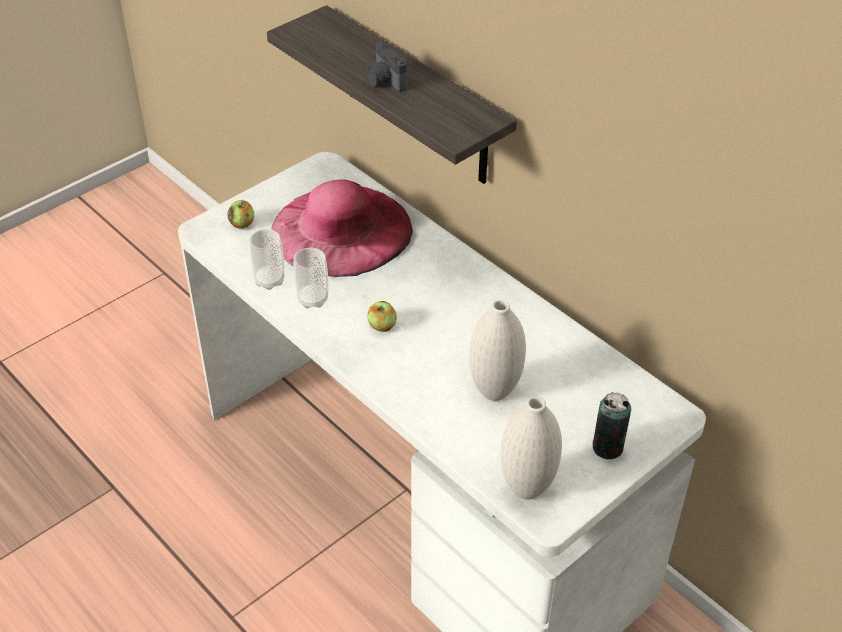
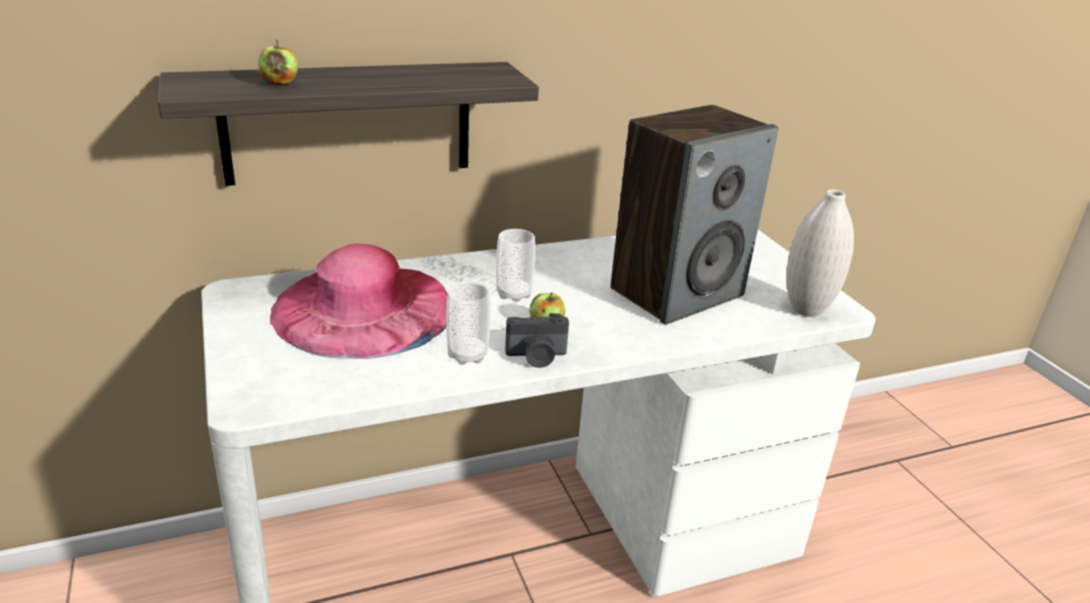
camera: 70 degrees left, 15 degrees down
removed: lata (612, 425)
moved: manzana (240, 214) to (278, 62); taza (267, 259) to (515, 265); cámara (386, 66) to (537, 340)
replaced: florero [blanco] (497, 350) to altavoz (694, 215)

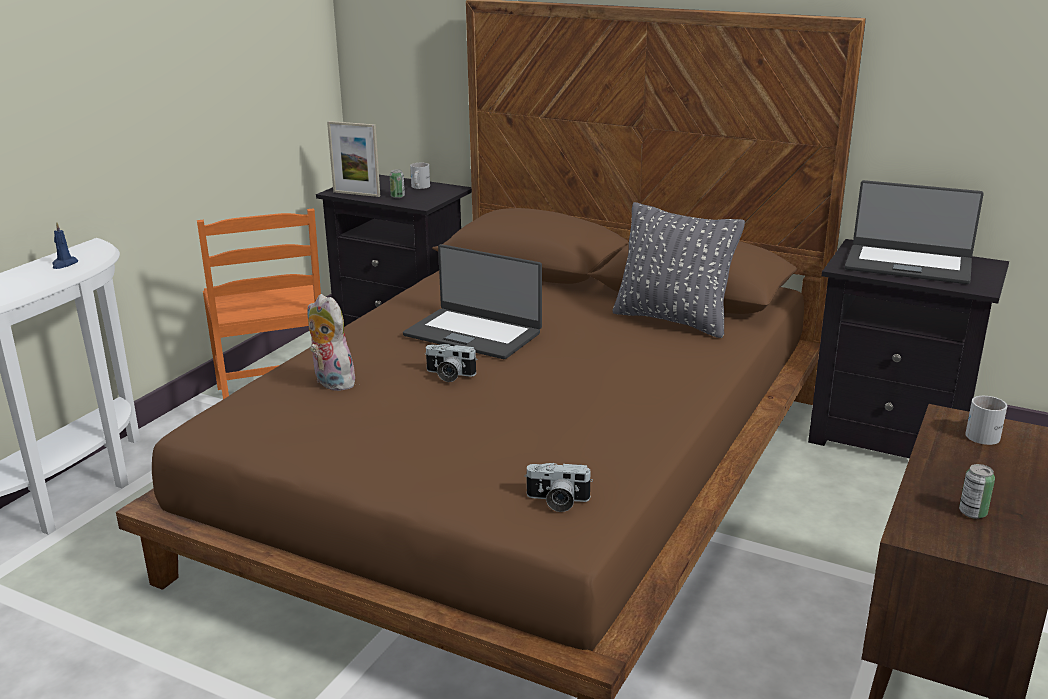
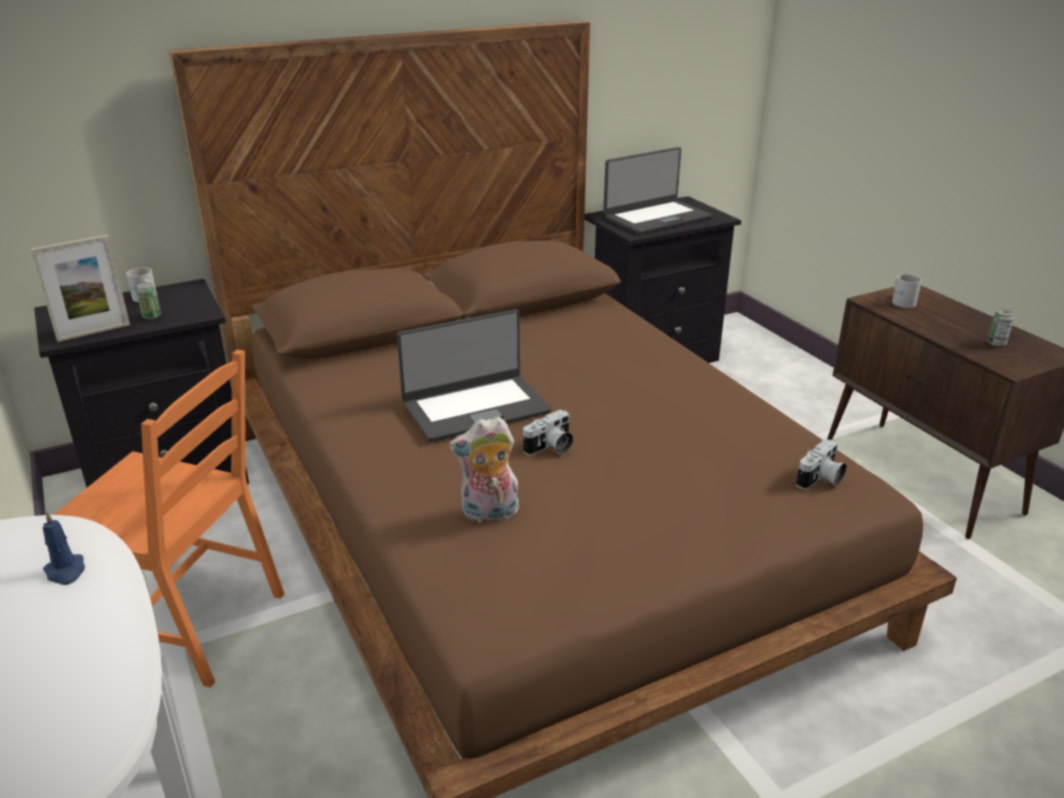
camera: 55 degrees left, 5 degrees up
removed: cojín [gris] (679, 270)

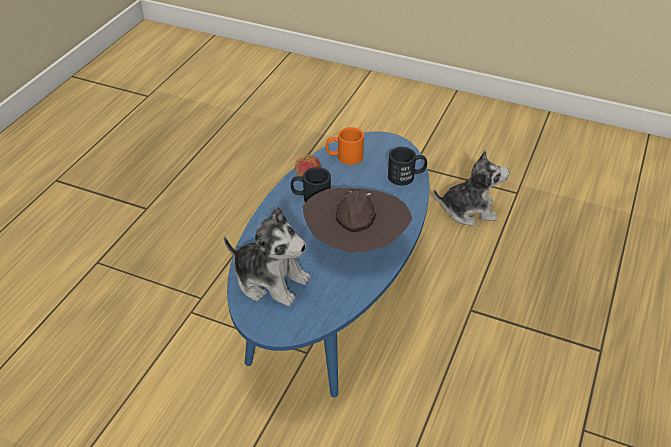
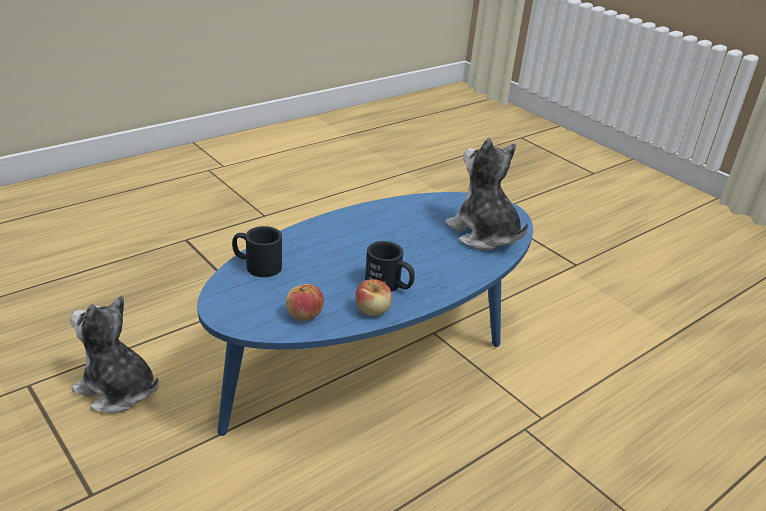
camera: 155 degrees left, 10 degrees down
removed: sombrero [marrón] (357, 220)
replaced: taza grande [naranja] (345, 146) to manzana (305, 302)

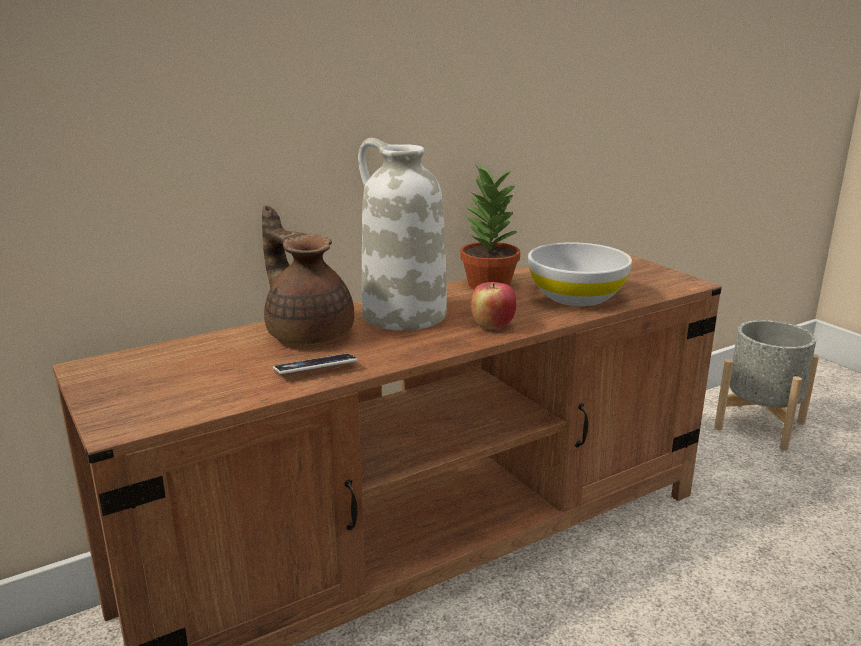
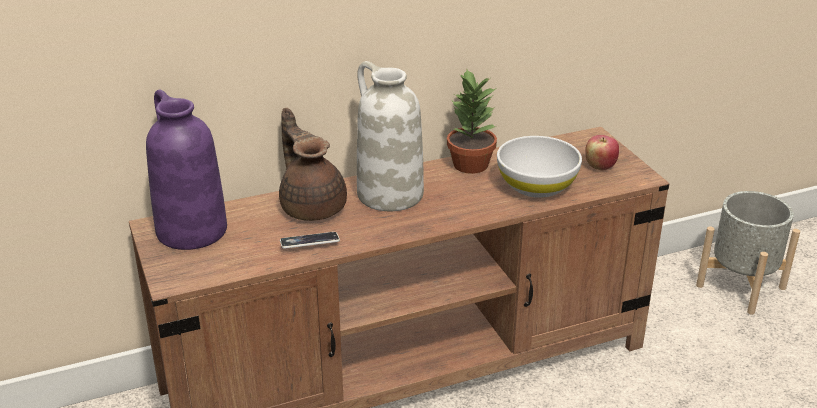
camera: 10 degrees right, 10 degrees up
added: florero [morado] (186, 170)
moved: manzana (493, 306) to (602, 152)

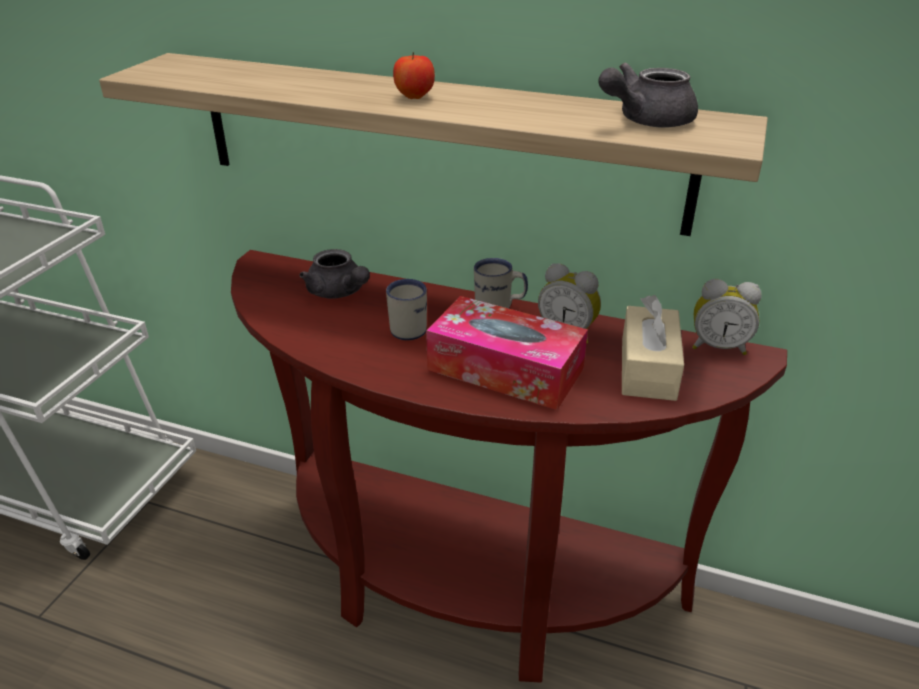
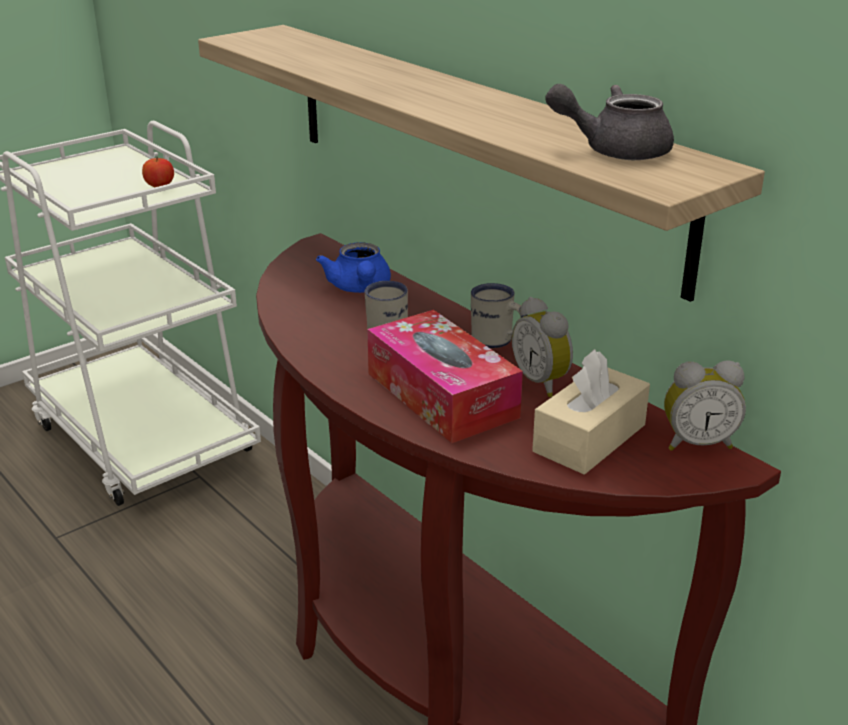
camera: 30 degrees right, 5 degrees down
moved: manzana (414, 75) to (158, 172)
recoloured: tetera [gris] (334, 274) to tetera [azul] (353, 267)
turned: despertador (727, 317) = (705, 406) 45 degrees counterclockwise

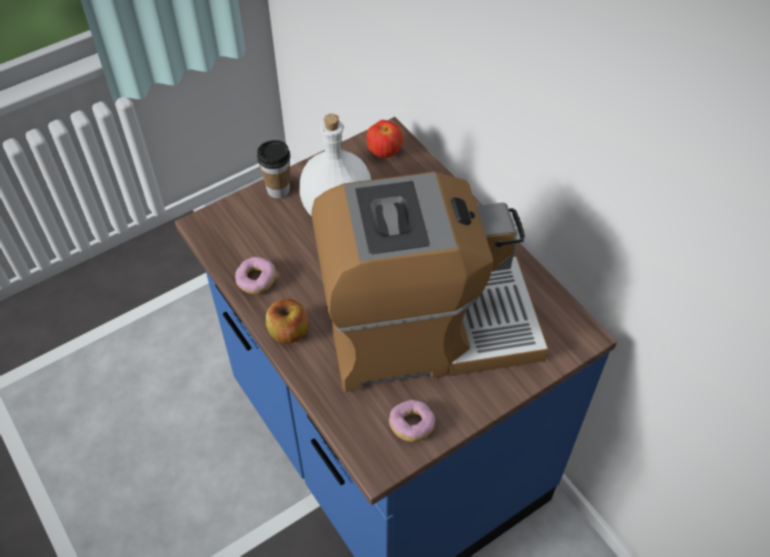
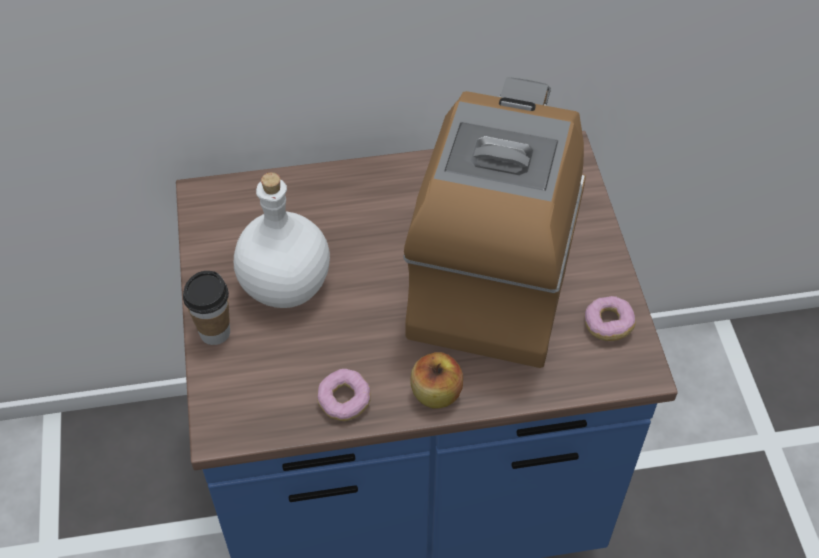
camera: 65 degrees left, 0 degrees up
removed: manzana (385, 139)

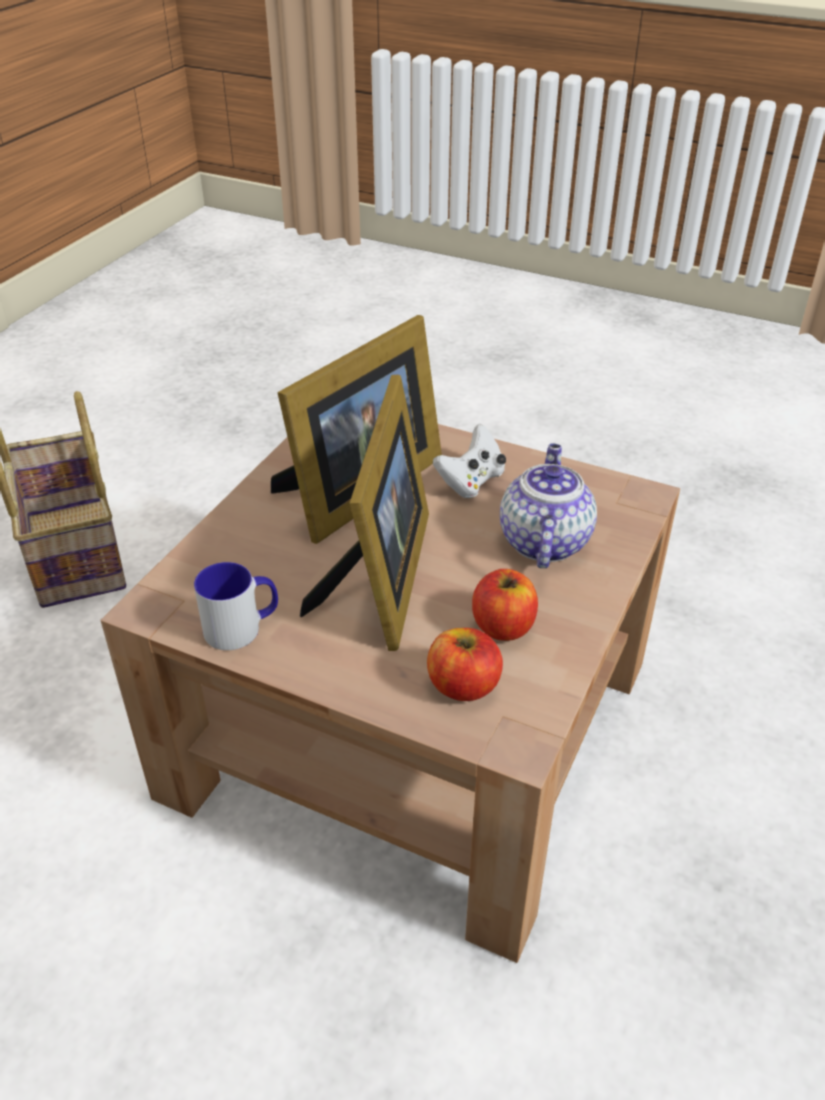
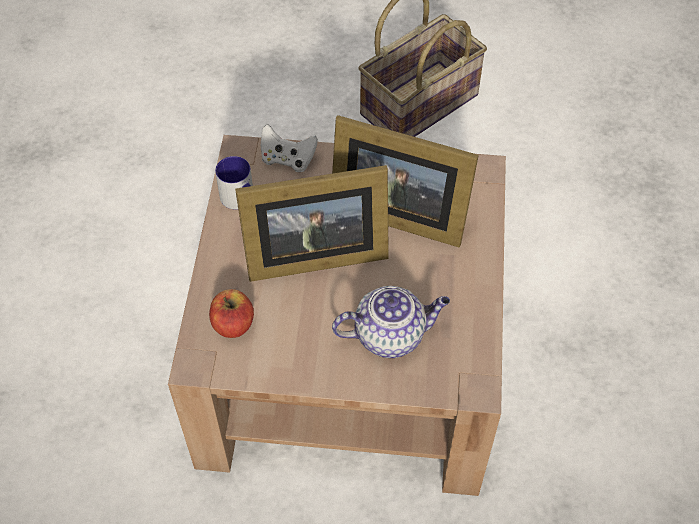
camera: 70 degrees right, 15 degrees up
removed: manzana (505, 605)
moved: mando de consola [blanco] (469, 461) to (289, 148)

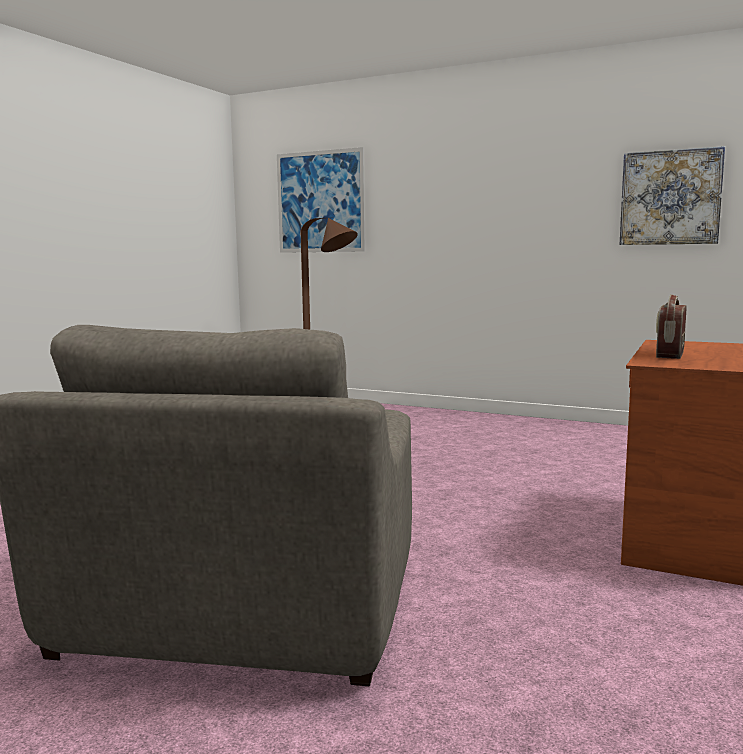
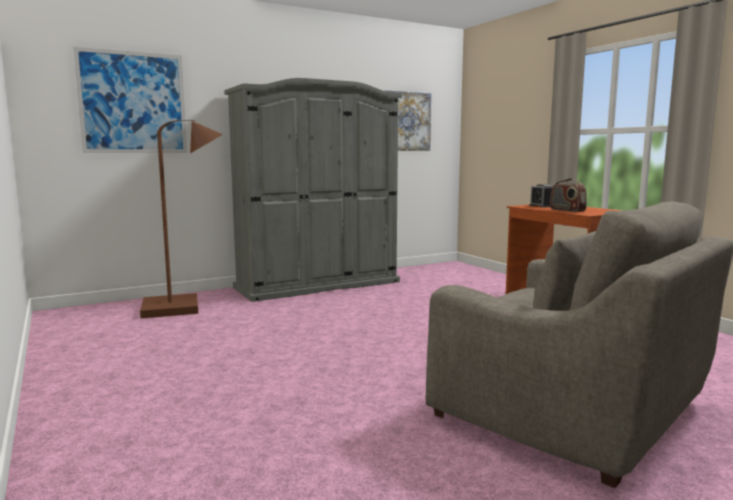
camera: 55 degrees left, 0 degrees up
added: armario ropero [gris] (313, 190); despertador (541, 195)

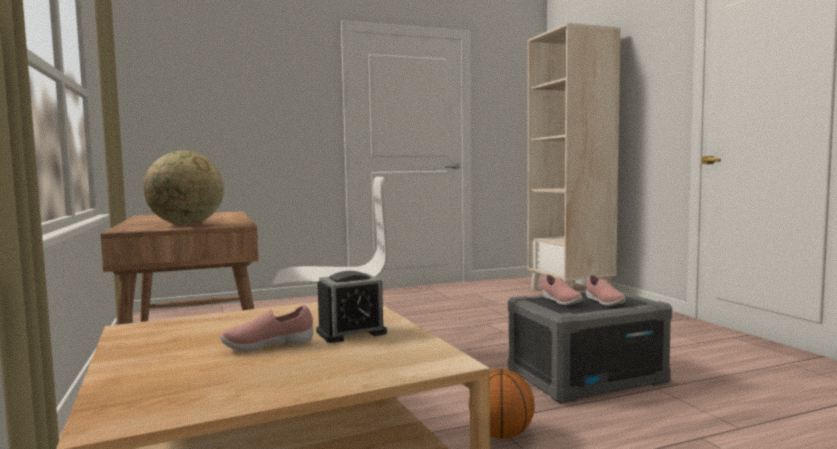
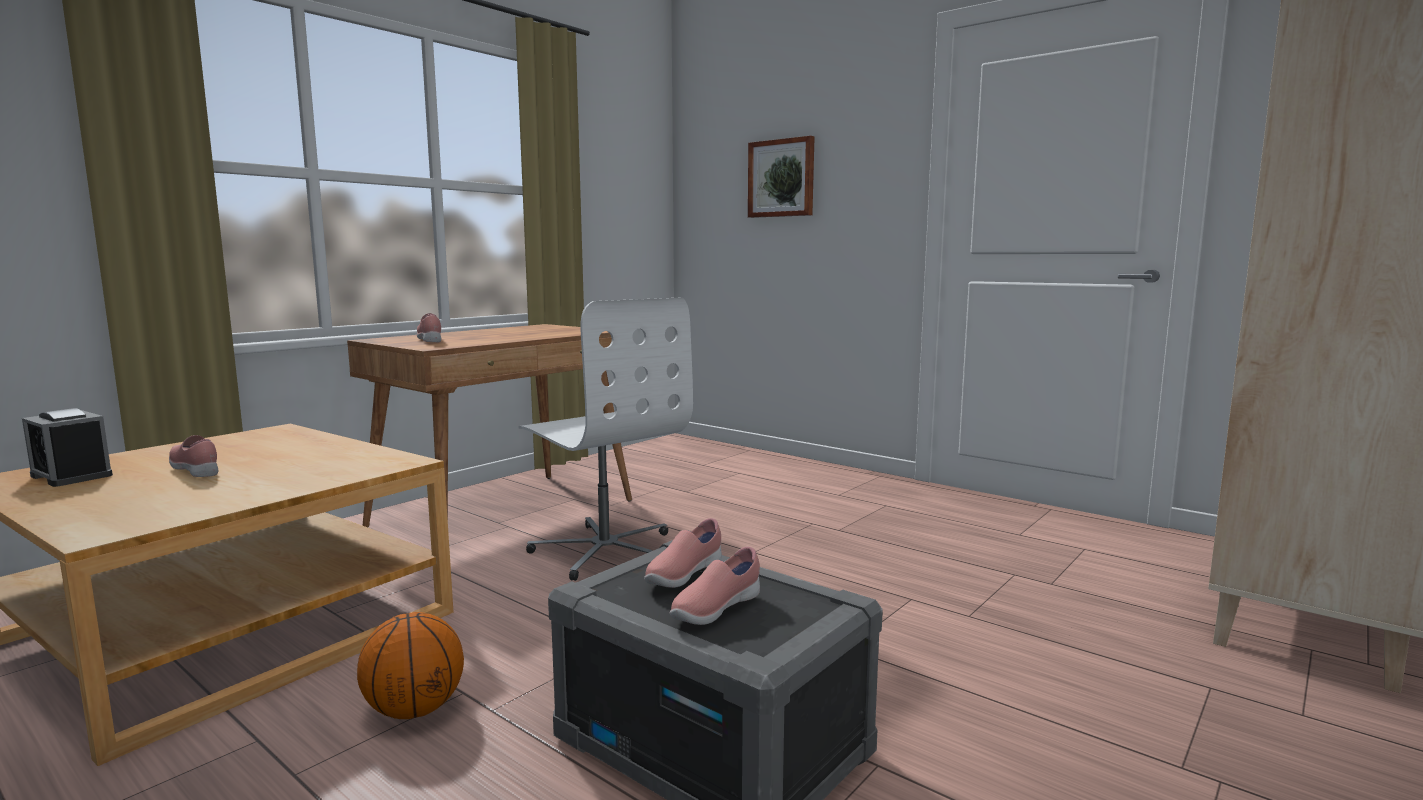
camera: 60 degrees right, 5 degrees up
added: cuadro (781, 177)
moved: despertador (351, 307) to (67, 447)
replaced: globo terráqueo (183, 188) to zapato [rosa] (429, 328)

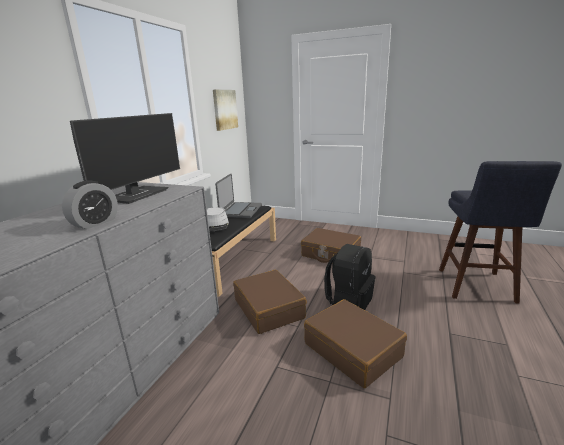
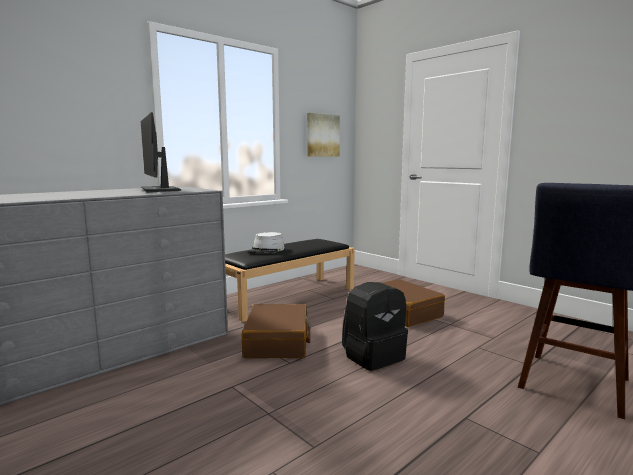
camera: 25 degrees right, 10 degrees down
removed: despertador (90, 204); portátil (238, 196); maleta [marrón] (355, 343)
turned: monitor (125, 158) = (161, 152) 105 degrees clockwise

